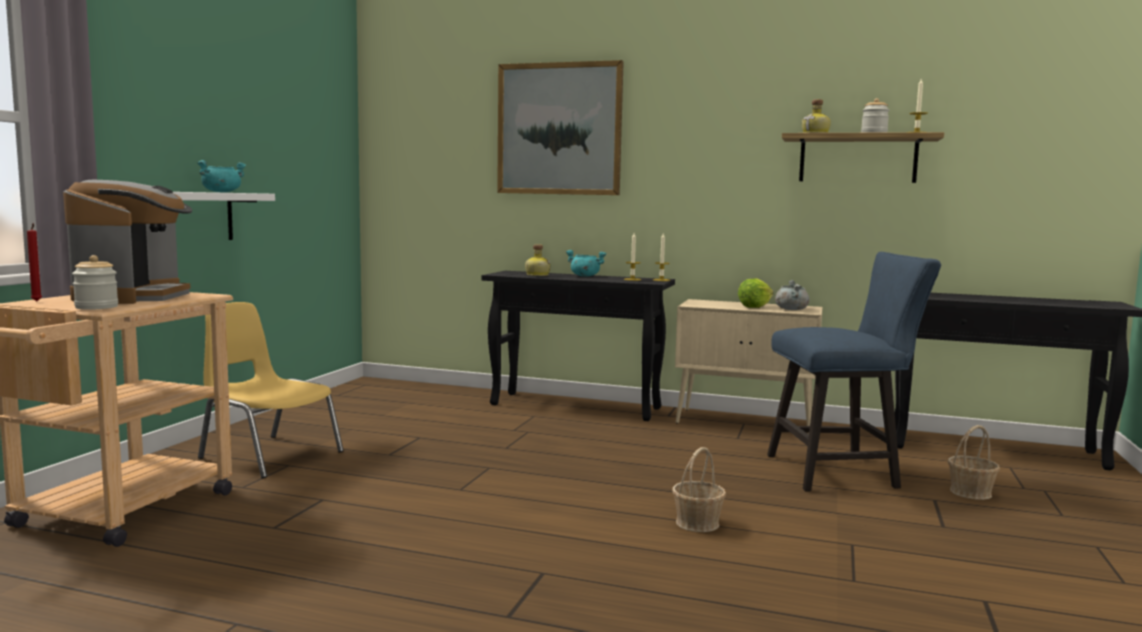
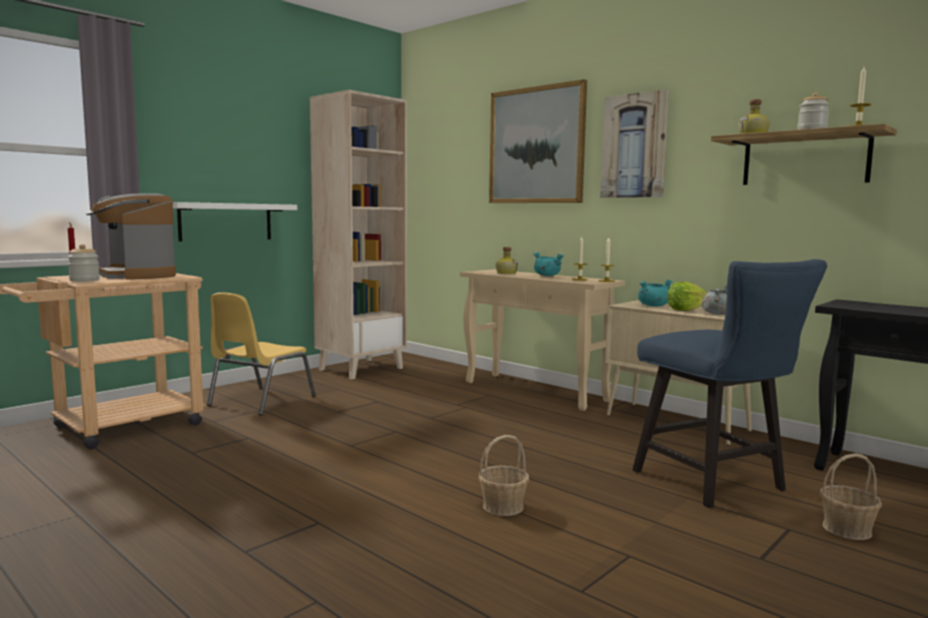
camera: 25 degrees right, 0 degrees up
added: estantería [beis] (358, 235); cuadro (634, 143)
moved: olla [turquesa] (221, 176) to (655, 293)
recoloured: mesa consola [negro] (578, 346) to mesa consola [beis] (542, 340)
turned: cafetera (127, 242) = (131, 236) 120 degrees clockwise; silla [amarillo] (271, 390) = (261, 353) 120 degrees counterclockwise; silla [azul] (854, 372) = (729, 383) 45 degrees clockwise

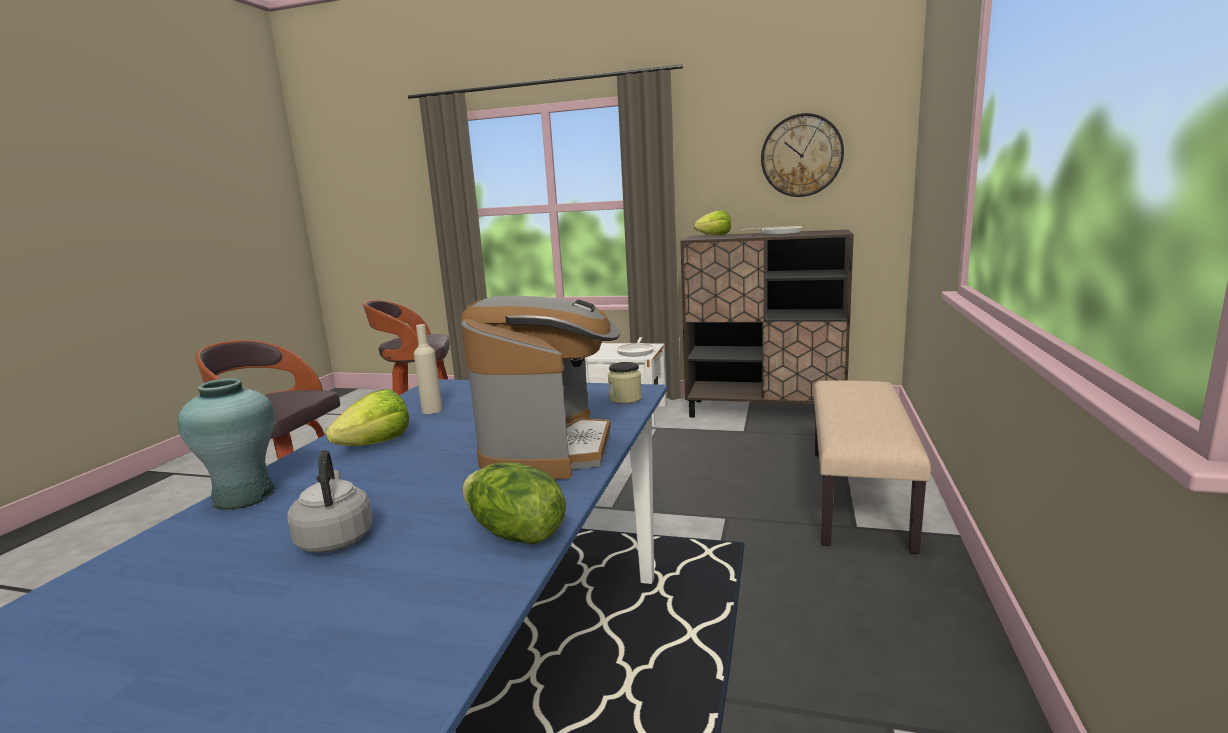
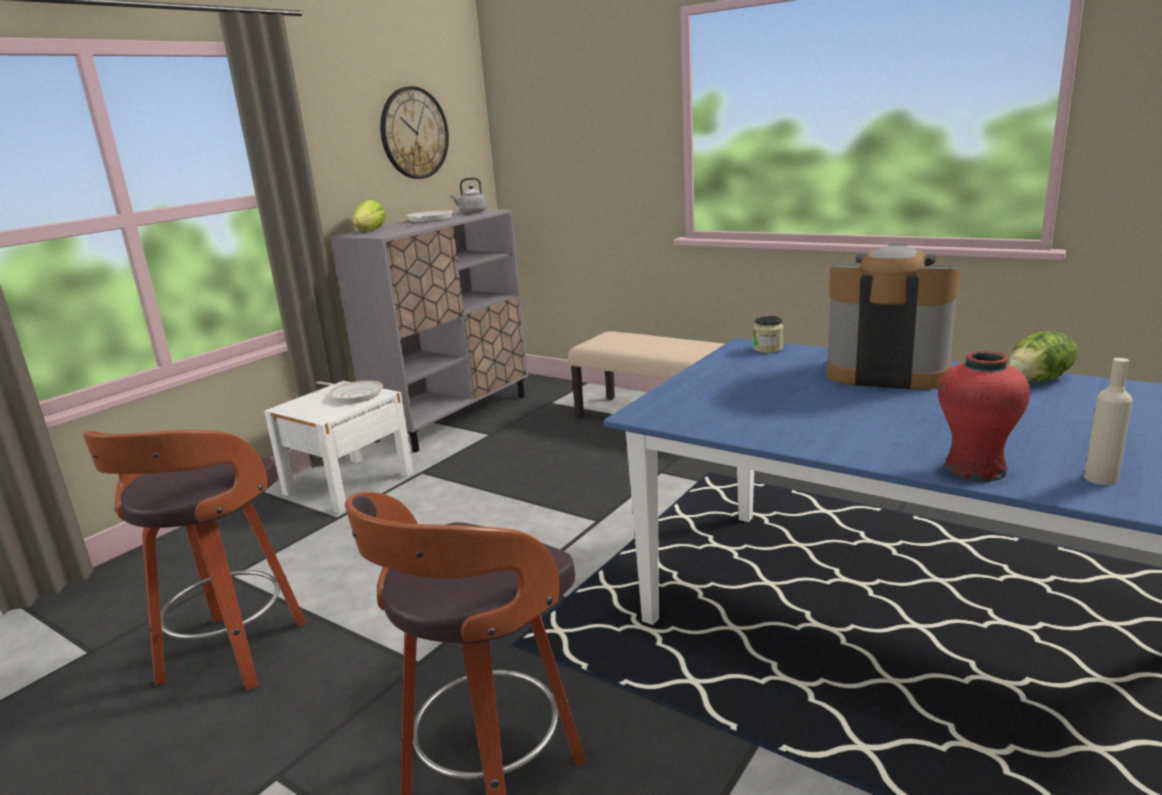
camera: 70 degrees left, 5 degrees up
removed: lechuga (367, 417)
moved: hervidor [gris] (330, 501) to (468, 195); botella [beis] (428, 369) to (1108, 421)
recoloured: armario [marrón] (767, 324) to armario [gris] (429, 331); florero [turquesa] (226, 444) to florero [rojo] (984, 416)

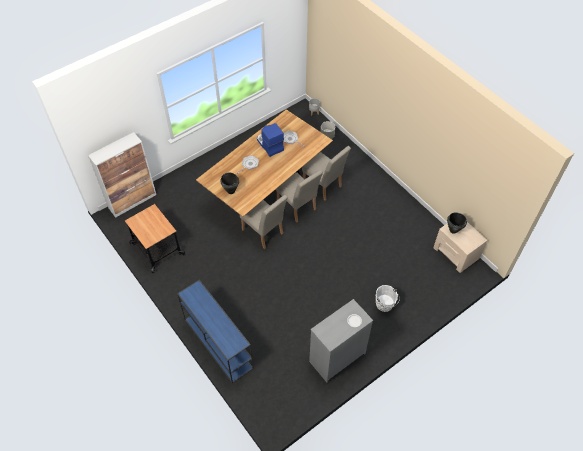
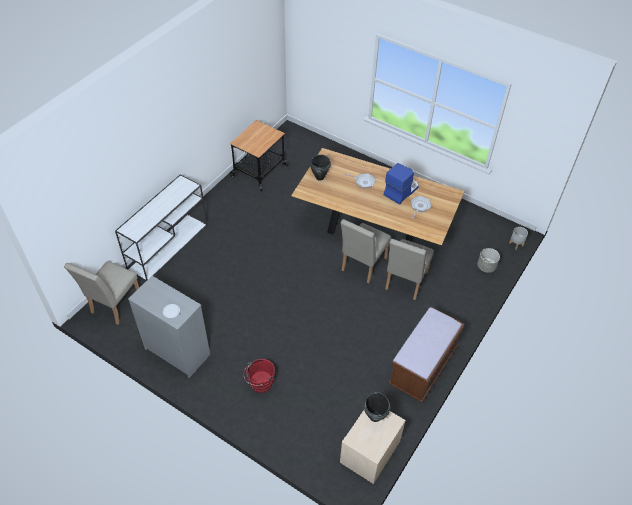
camera: 70 degrees right, 5 degrees down
removed: armario (122, 175)
added: banco [marrón] (426, 354)
moved: silla [beis] (264, 222) to (101, 293)
recoloured: mesa consola [azul] (215, 331) to mesa consola [blanco] (161, 227); cubo [blanco] (388, 298) to cubo [rojo] (259, 376)

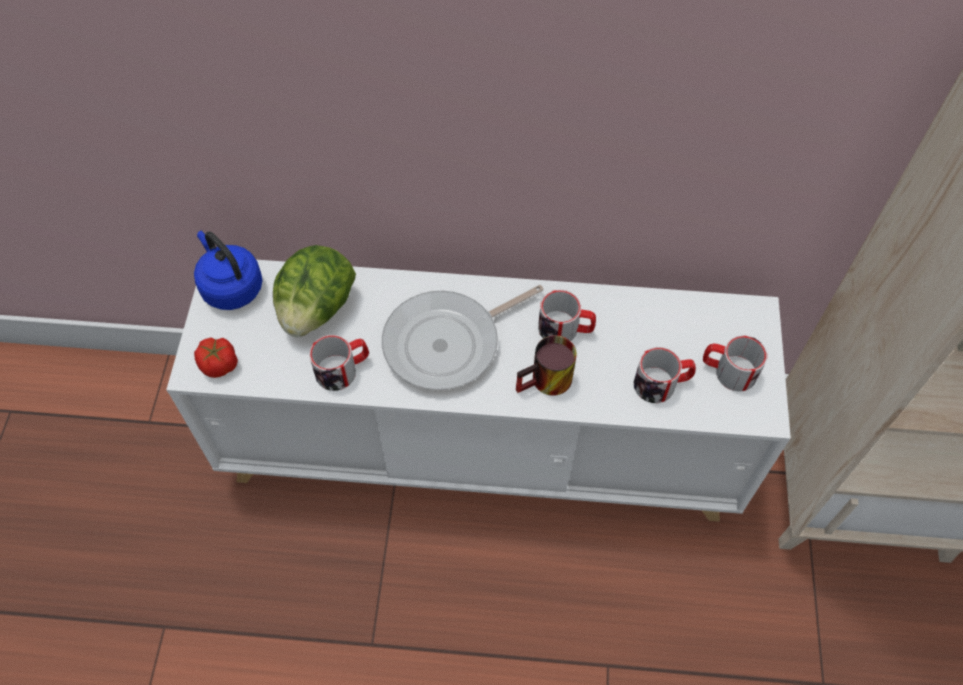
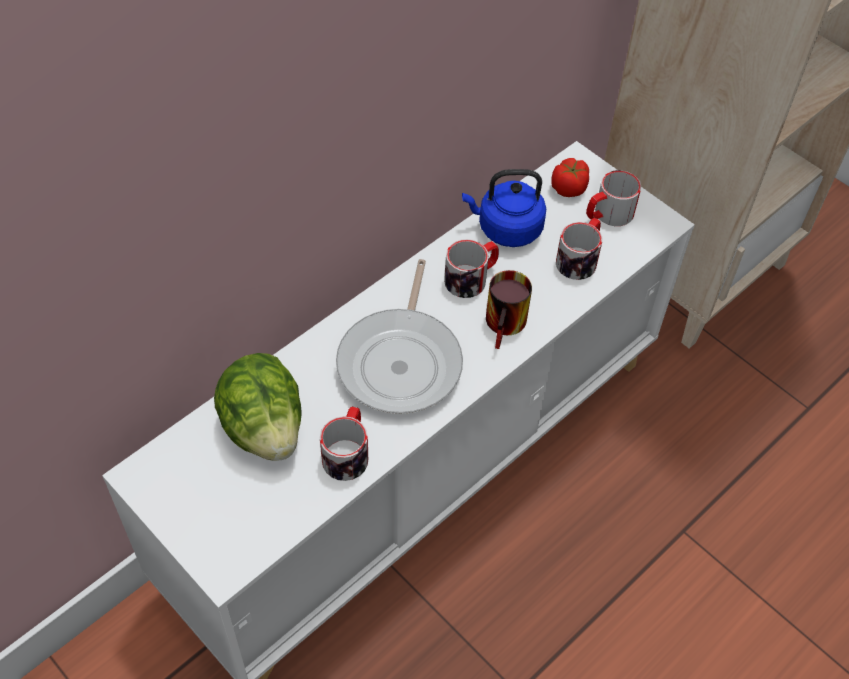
camera: 50 degrees left, 5 degrees down
moved: hervidor [azul] (228, 270) to (504, 208); tomate (216, 358) to (570, 177)

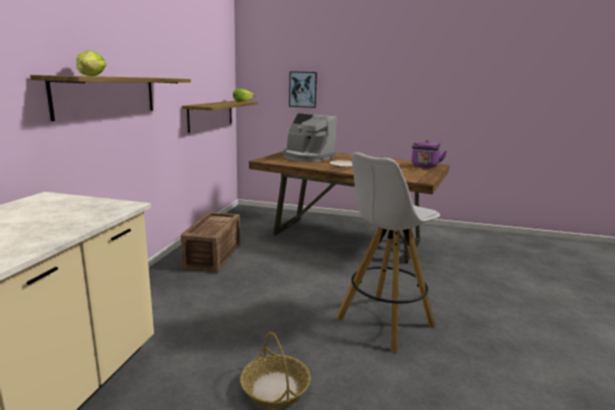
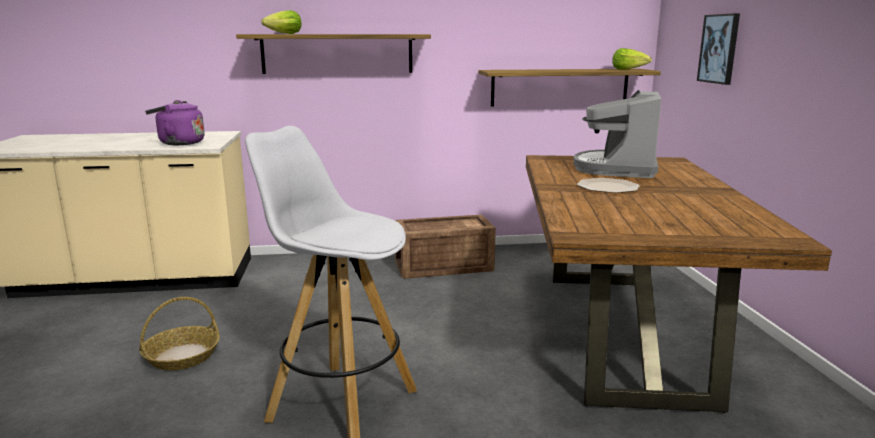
camera: 70 degrees right, 0 degrees up
moved: hervidor [morado] (429, 154) to (175, 122)

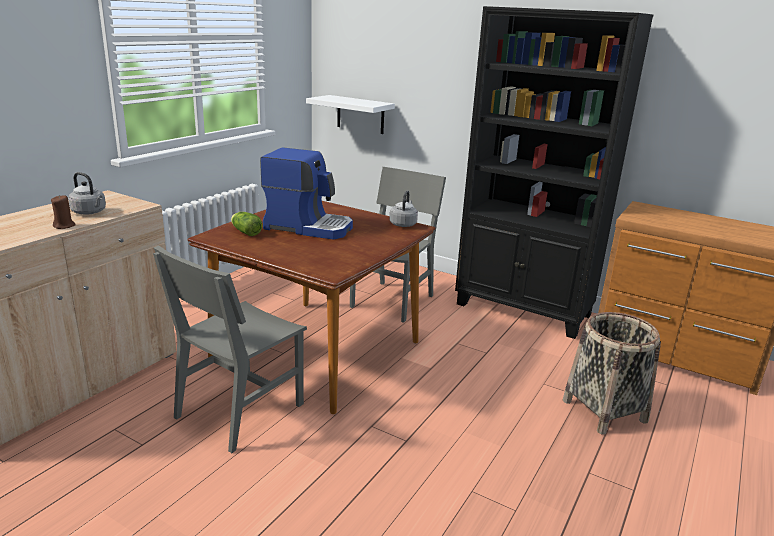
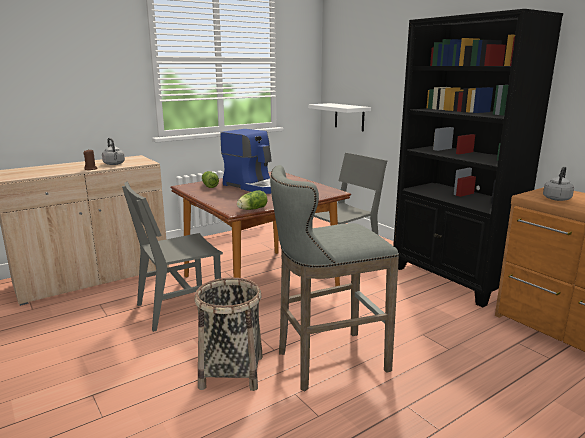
camera: 25 degrees right, 5 degrees down
added: lechuga (252, 200); taburete [gris] (334, 278)
moved: cesta (612, 373) to (228, 334); hervidor [gris] (404, 208) to (558, 184)

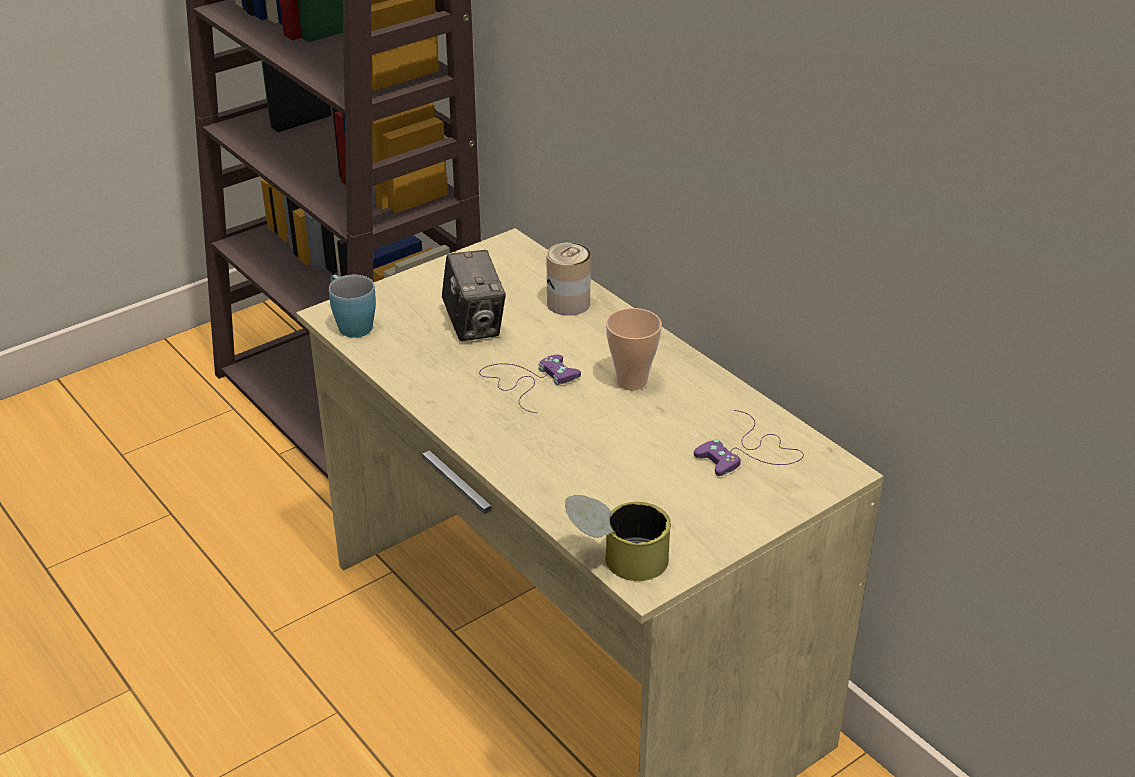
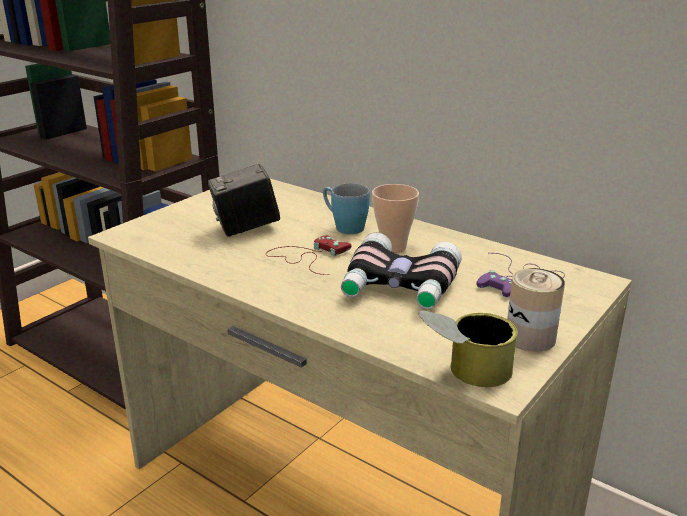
camera: 15 degrees left, 10 degrees down
added: prismáticos (401, 271)
moved: taza grande [azul] (352, 306) to (346, 208); lata (569, 279) to (536, 310)
recoloured: mando de consola [morado] (530, 384) to mando de consola [rojo] (308, 255)
turned: cámara (474, 295) = (244, 200) 105 degrees clockwise

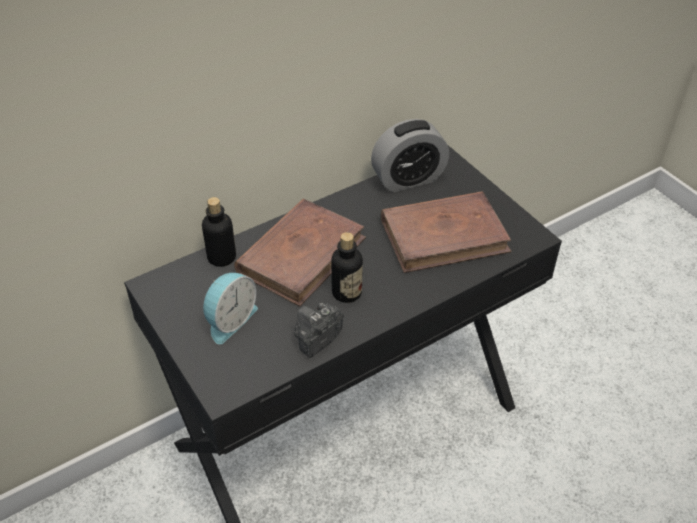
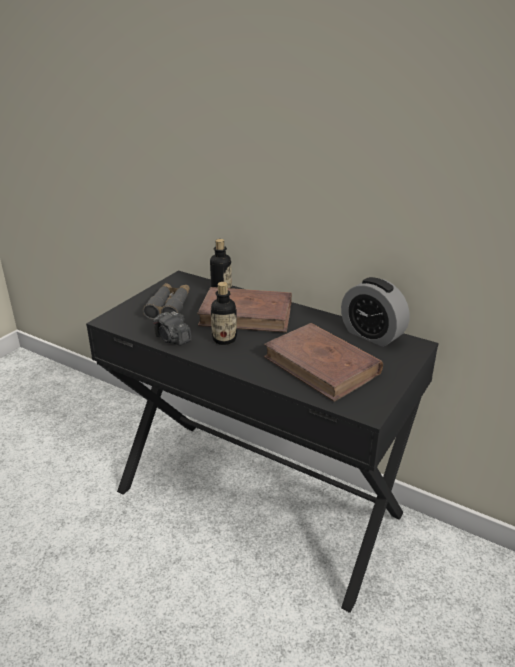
camera: 65 degrees right, 15 degrees down
replaced: despertador (230, 308) to prismáticos [gris] (166, 301)
turned: cámara (319, 330) = (172, 328) 150 degrees counterclockwise

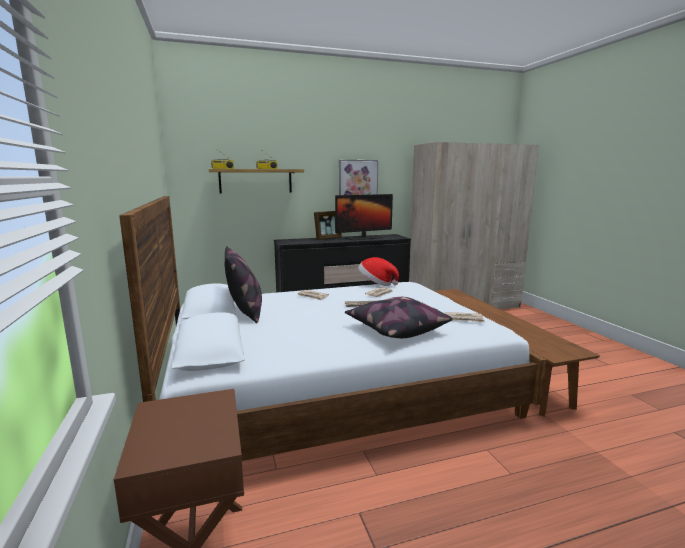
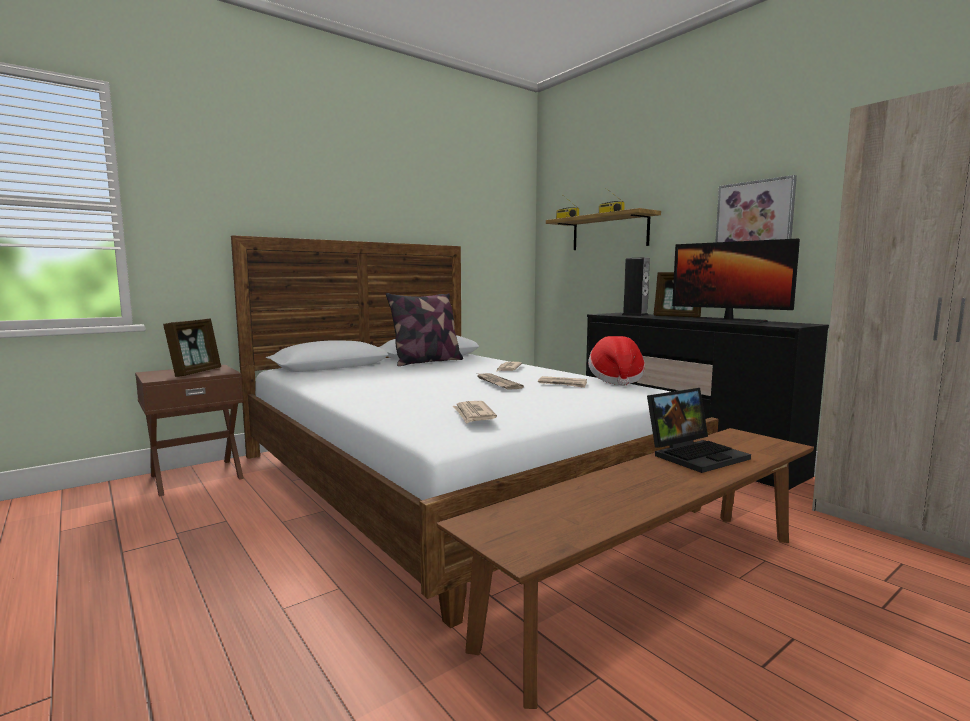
camera: 70 degrees right, 5 degrees down
removed: cojín (399, 317)
added: portarretratos (192, 347); altavoz (636, 286); portátil (699, 430)

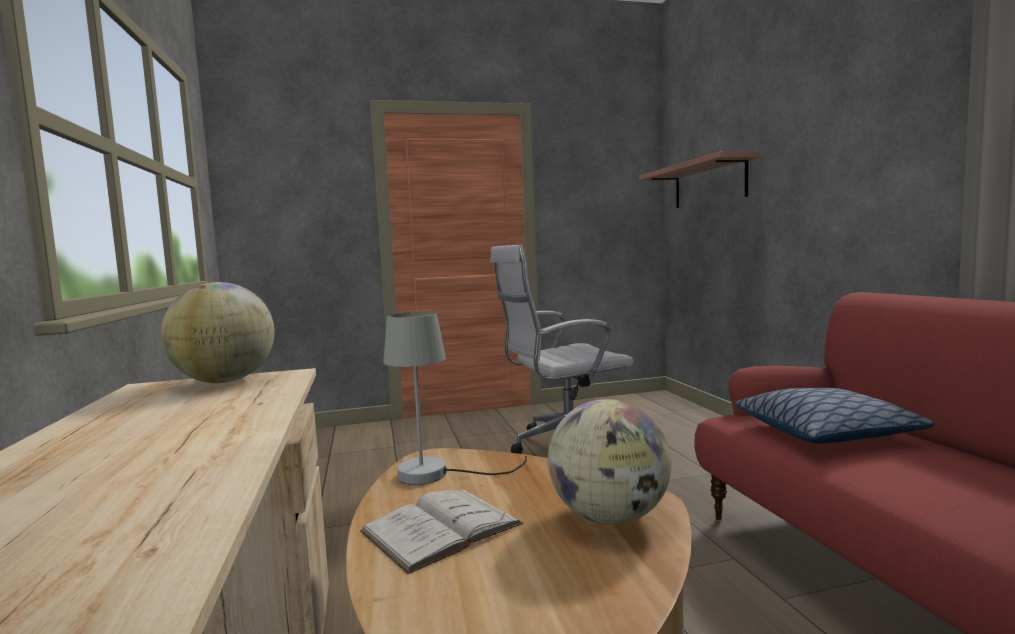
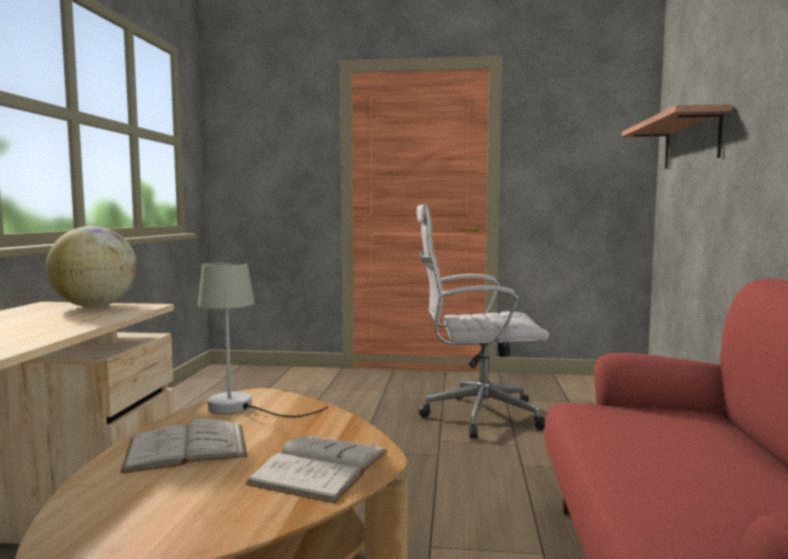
camera: 20 degrees right, 0 degrees up
removed: cojín (835, 416)
replaced: globo terráqueo (609, 462) to libro [blanco] (316, 469)

